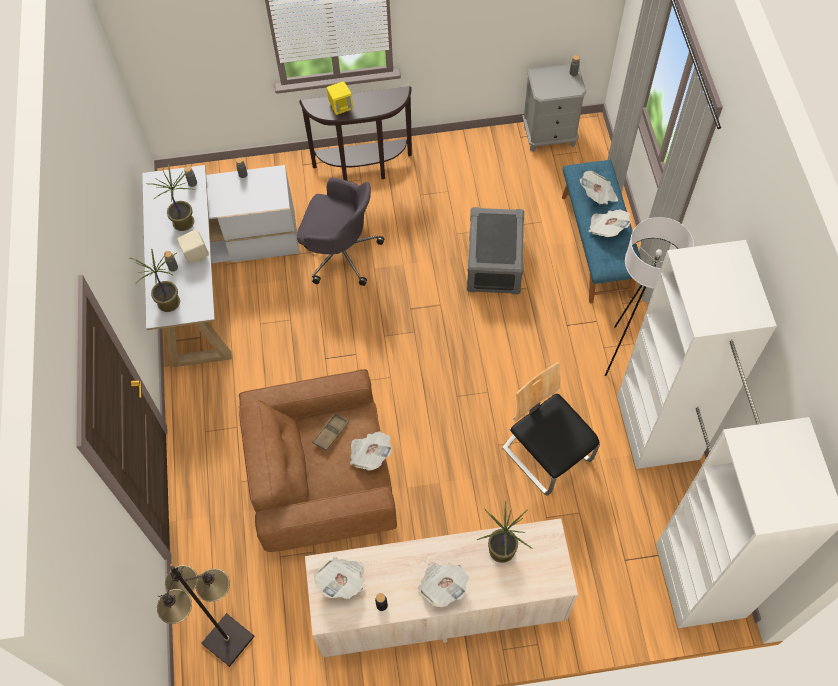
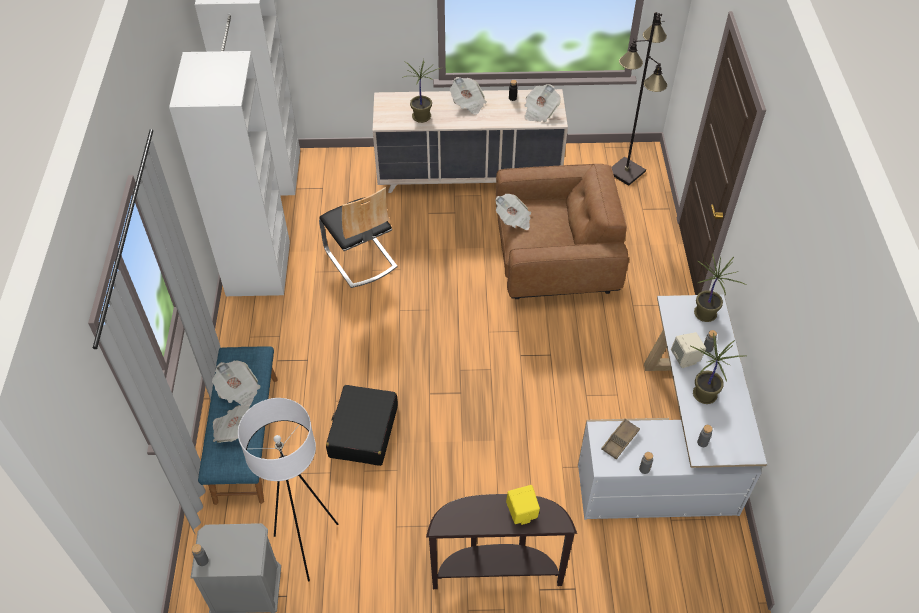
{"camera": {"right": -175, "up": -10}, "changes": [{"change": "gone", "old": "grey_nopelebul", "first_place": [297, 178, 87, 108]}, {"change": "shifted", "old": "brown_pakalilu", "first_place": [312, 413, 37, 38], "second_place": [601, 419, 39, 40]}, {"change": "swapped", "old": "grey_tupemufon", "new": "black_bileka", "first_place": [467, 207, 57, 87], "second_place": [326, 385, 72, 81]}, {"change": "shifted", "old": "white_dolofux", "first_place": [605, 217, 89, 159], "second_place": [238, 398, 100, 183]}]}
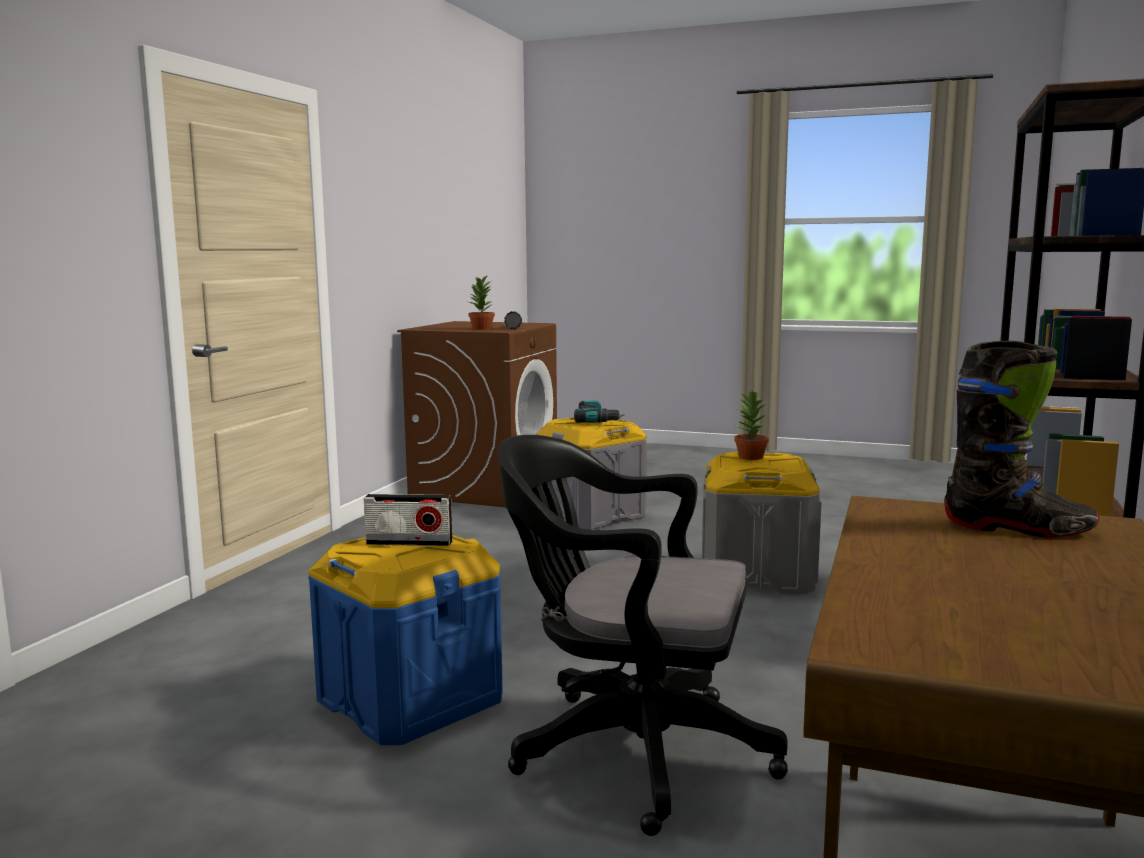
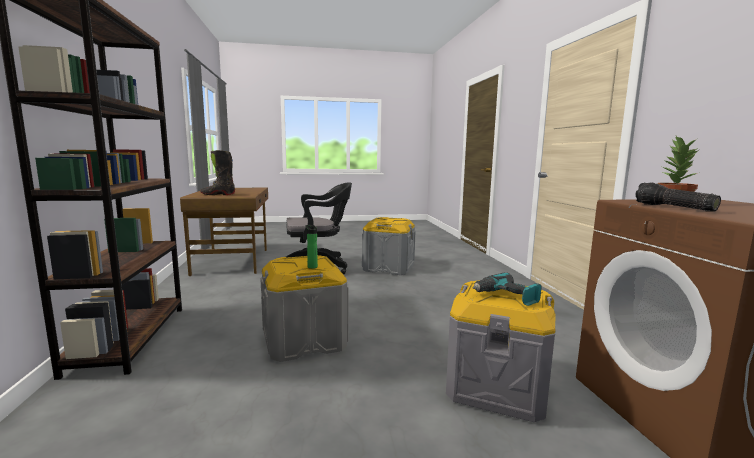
{"camera": {"right": 150, "up": 0}, "changes": [{"change": "repainted", "old": "blue_tupemufon", "new": "grey_tupemufon", "first_place": [308, 535, 195, 210], "second_place": [362, 217, 53, 58]}, {"change": "gone", "old": "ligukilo", "first_place": [364, 494, 88, 52]}, {"change": "swapped", "old": "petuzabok", "new": "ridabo", "first_place": [734, 391, 35, 69], "second_place": [305, 225, 13, 44]}]}
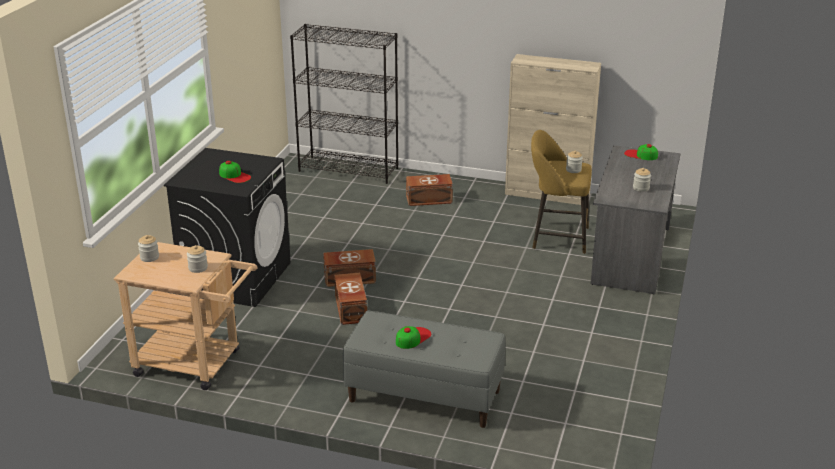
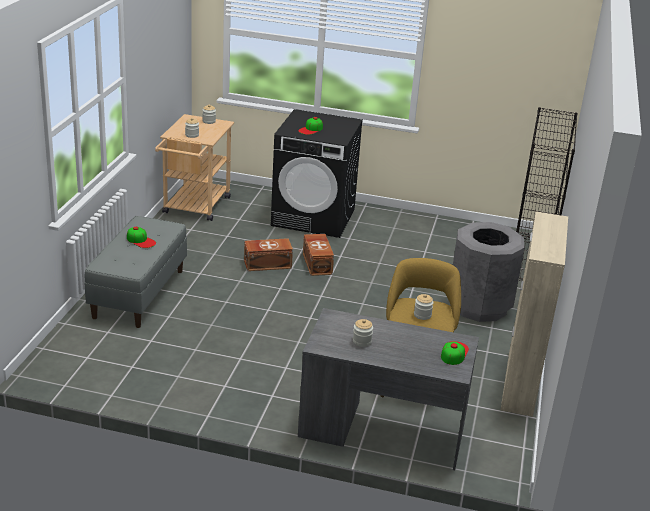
{"camera": {"right": 85, "up": 0}, "changes": [{"change": "swapped", "old": "brown_tupemufon", "new": "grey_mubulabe", "first_place": [406, 174, 47, 32], "second_place": [453, 222, 72, 100]}]}
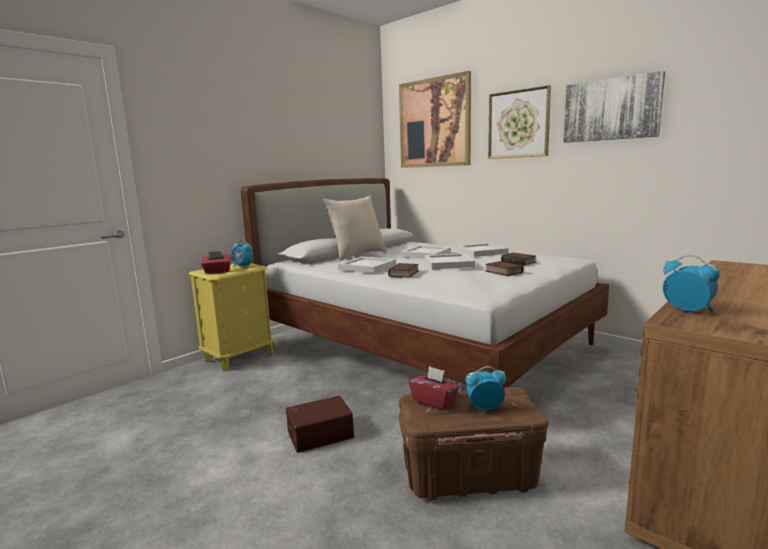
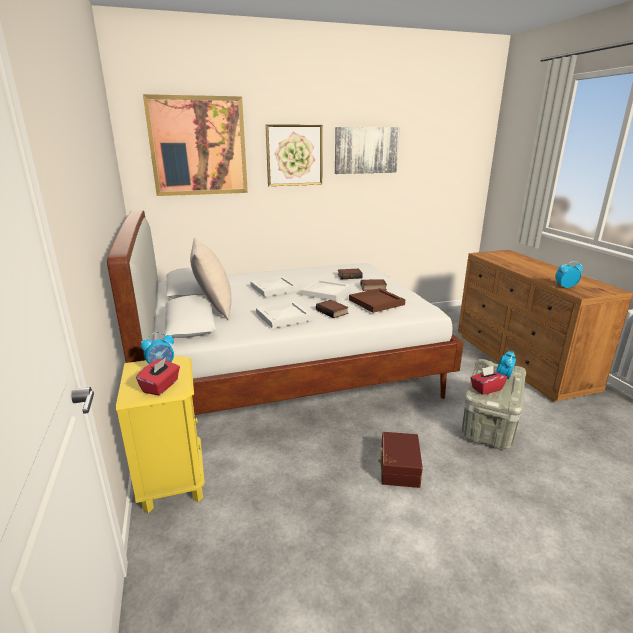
{"camera": {"right": -60, "up": 10}, "changes": [{"change": "repainted", "old": "brown_tupemufon", "new": "grey_tupemufon", "first_place": [399, 387, 149, 113], "second_place": [462, 359, 64, 90]}, {"change": "gone", "old": "white_pakalilu", "first_place": [457, 243, 52, 14]}, {"change": "new", "new": "brown_pakalilu", "second_place": [349, 288, 56, 25]}]}
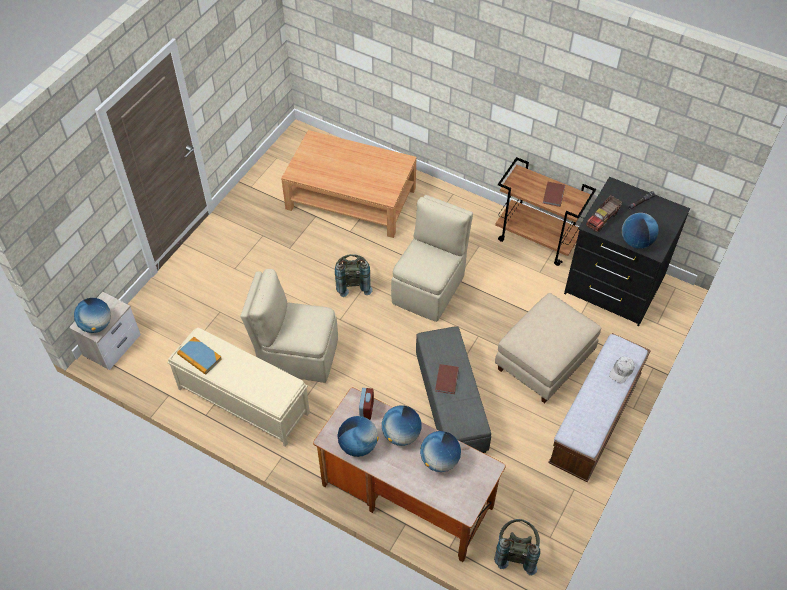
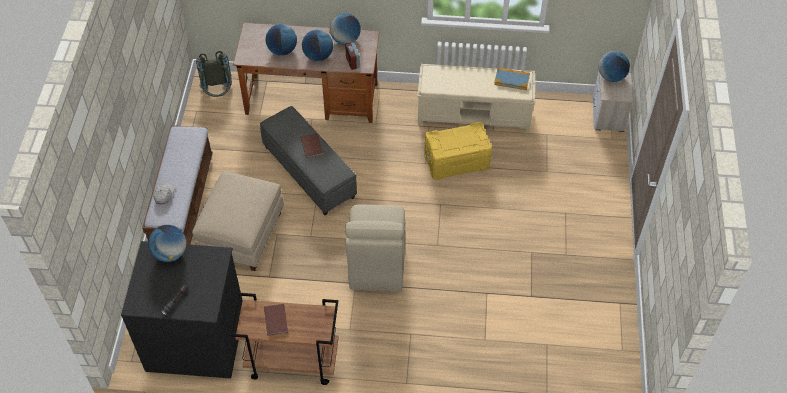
{"camera": {"right": 155, "up": 0}, "changes": [{"change": "swapped", "old": "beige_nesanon", "new": "yellow_tupemufon", "first_place": [240, 269, 98, 114], "second_place": [424, 122, 68, 58]}, {"change": "gone", "old": "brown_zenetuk", "first_place": [281, 130, 136, 108]}, {"change": "gone", "old": "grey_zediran", "first_place": [335, 254, 38, 43]}, {"change": "gone", "old": "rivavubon", "first_place": [586, 195, 36, 37]}]}
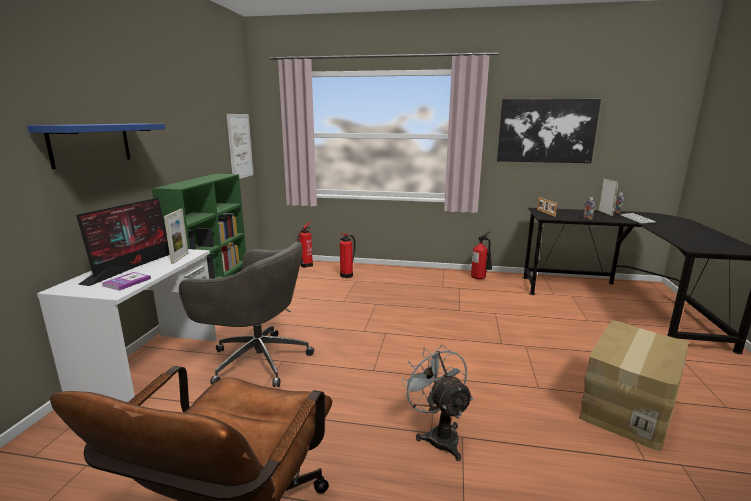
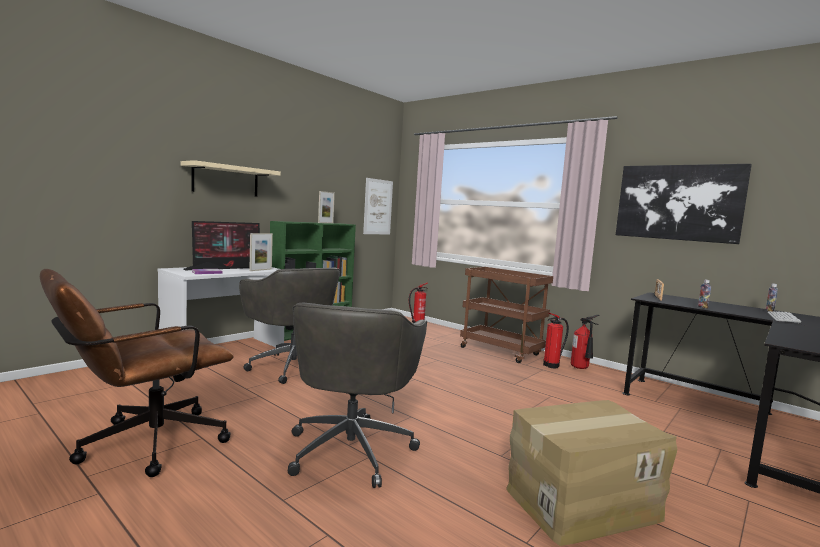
{"camera": {"right": 30, "up": -10}, "changes": [{"change": "repainted", "old": "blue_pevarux", "new": "beige_pevarux", "first_place": [27, 124, 138, 45], "second_place": [181, 160, 100, 37]}, {"change": "shifted", "old": "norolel", "first_place": [340, 233, 16, 45], "second_place": [543, 313, 26, 55]}, {"change": "swapped", "old": "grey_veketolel", "new": "grey_nopelebul", "first_place": [401, 344, 72, 117], "second_place": [288, 302, 139, 186]}, {"change": "shifted", "old": "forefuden", "first_place": [598, 179, 21, 37], "second_place": [318, 191, 17, 32]}, {"change": "new", "new": "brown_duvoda", "second_place": [460, 267, 93, 96]}]}
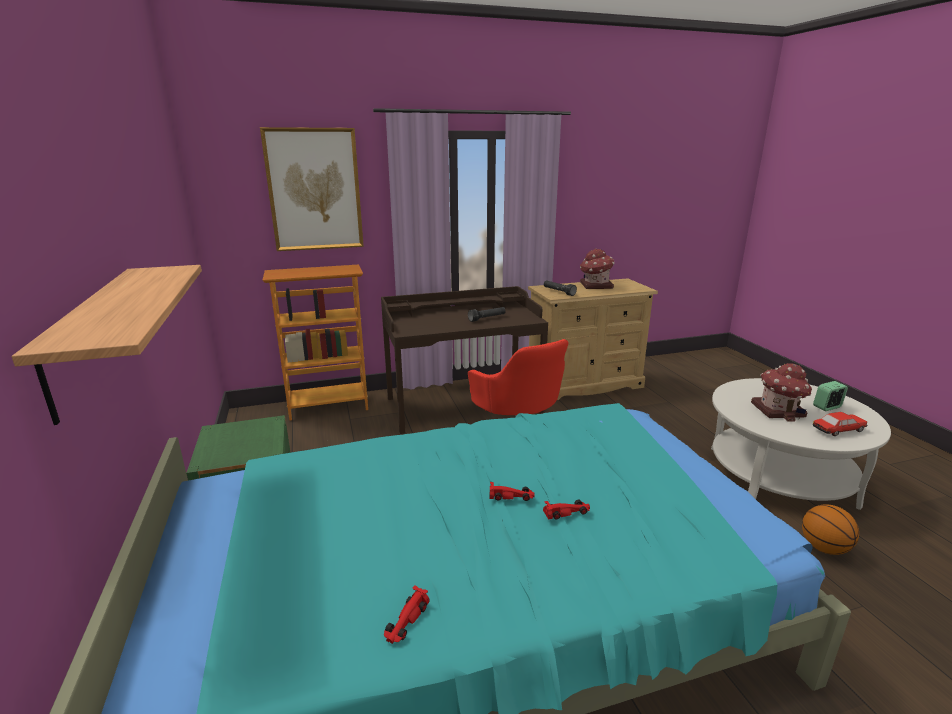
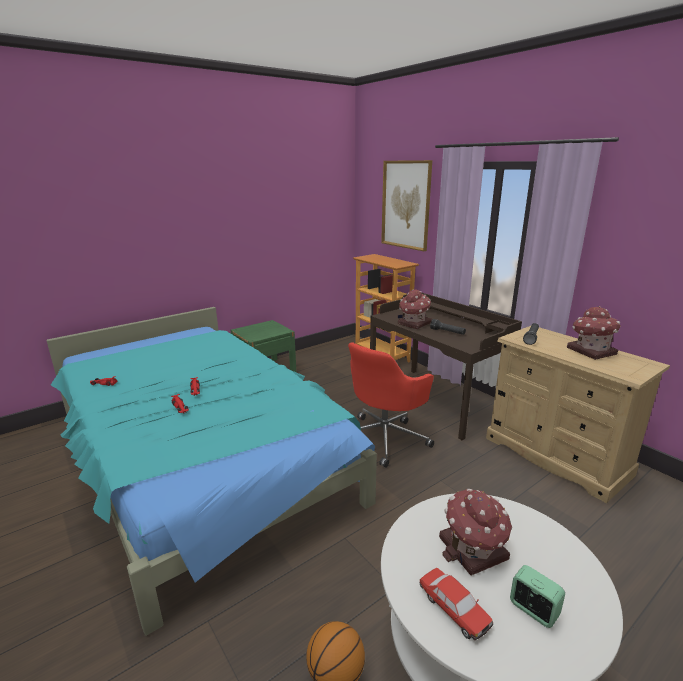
{"camera": {"right": 70, "up": 0}, "changes": [{"change": "gone", "old": "pevarux", "first_place": [12, 265, 190, 160]}, {"change": "new", "new": "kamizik", "second_place": [398, 289, 34, 40]}]}
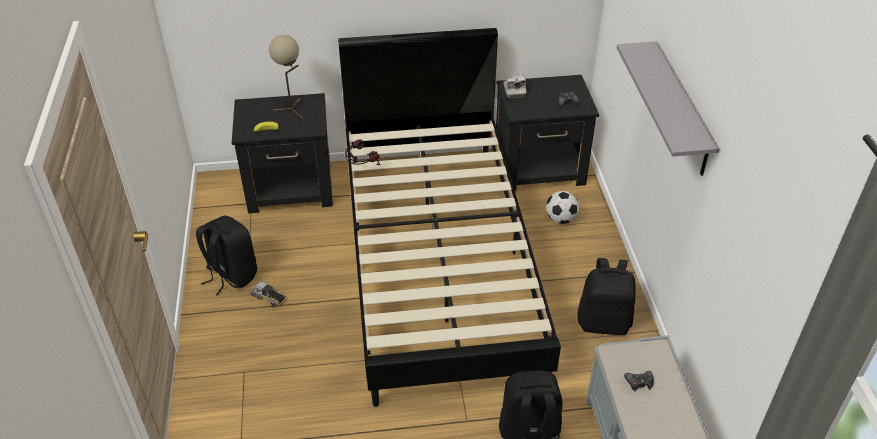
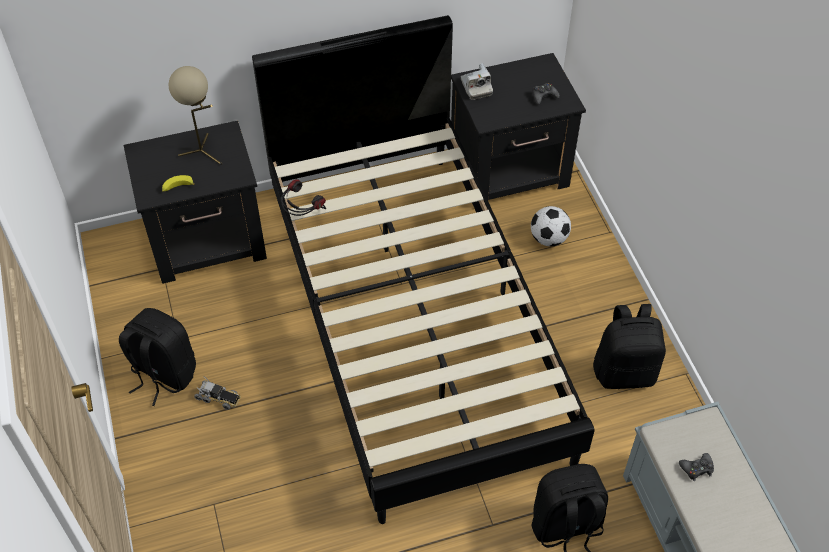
{"camera": {"right": -10, "up": 10}, "changes": [{"change": "gone", "old": "grey_pevarux", "first_place": [617, 41, 102, 135]}]}
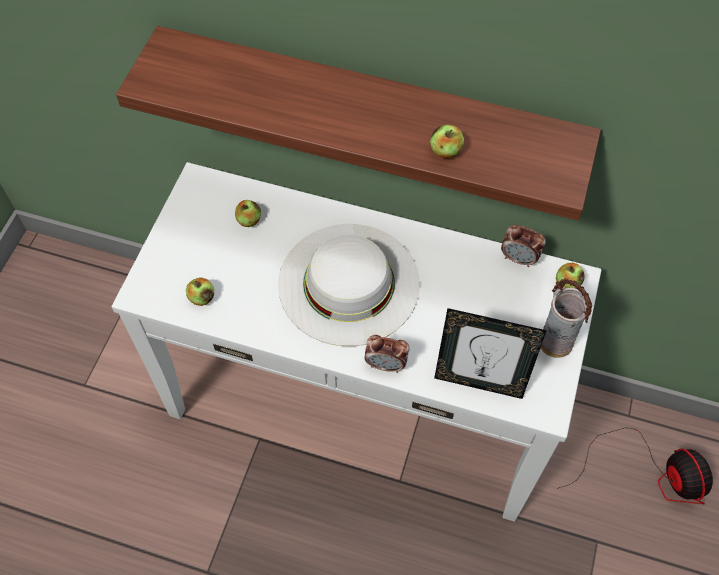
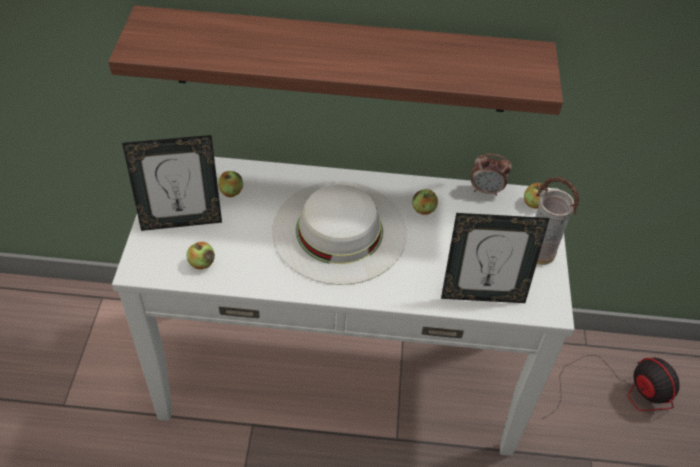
{"camera": {"right": -15, "up": -10}, "changes": [{"change": "gone", "old": "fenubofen", "first_place": [365, 335, 44, 38]}, {"change": "shifted", "old": "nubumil", "first_place": [430, 125, 34, 33], "second_place": [412, 189, 26, 26]}, {"change": "new", "new": "forefuden", "second_place": [122, 135, 100, 96]}]}
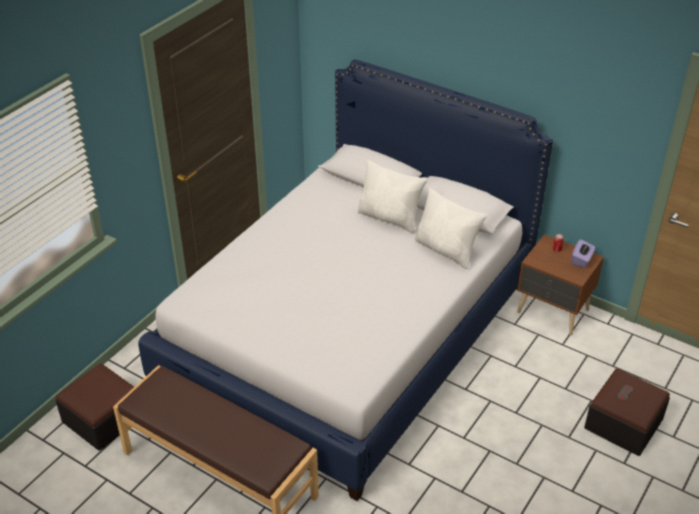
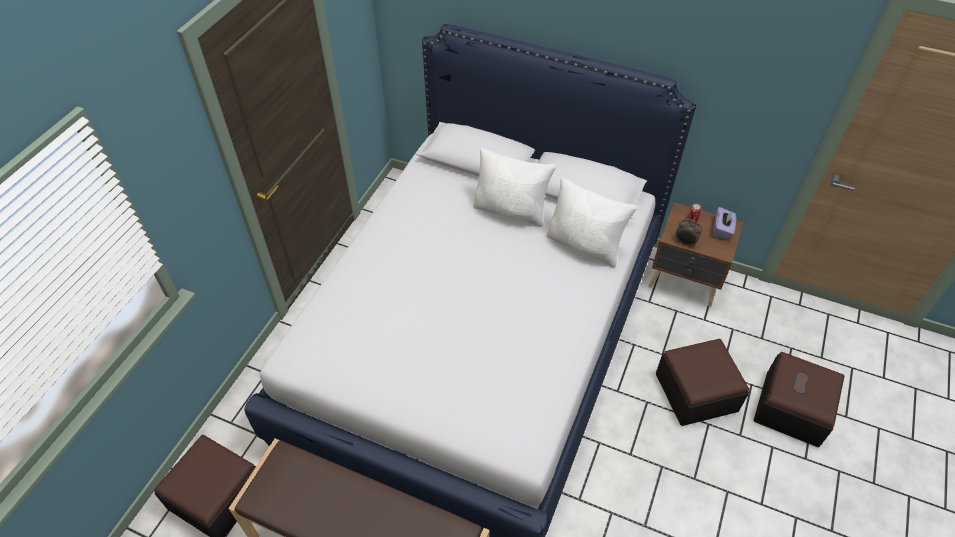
{"camera": {"right": -10, "up": 10}, "changes": [{"change": "new", "new": "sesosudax", "second_place": [656, 339, 93, 87]}, {"change": "new", "new": "fenubofen", "second_place": [675, 219, 27, 28]}]}
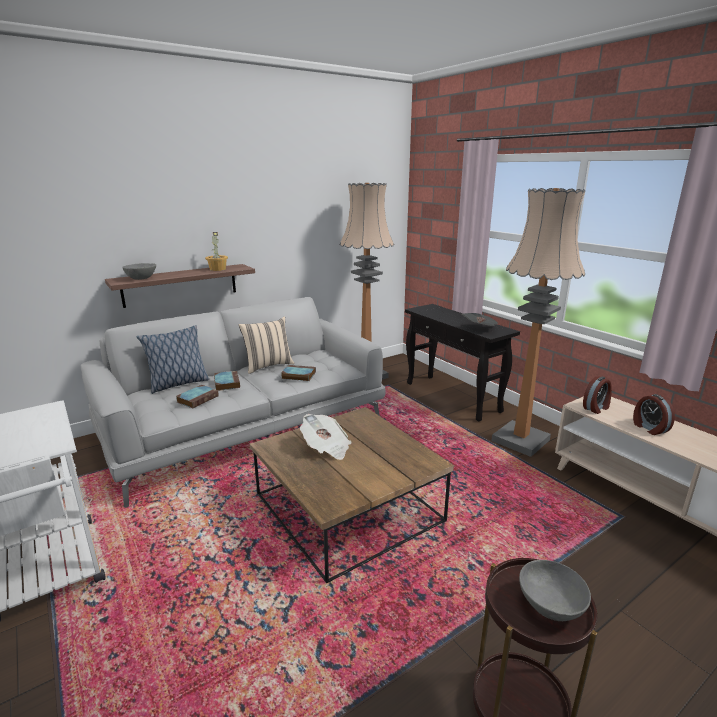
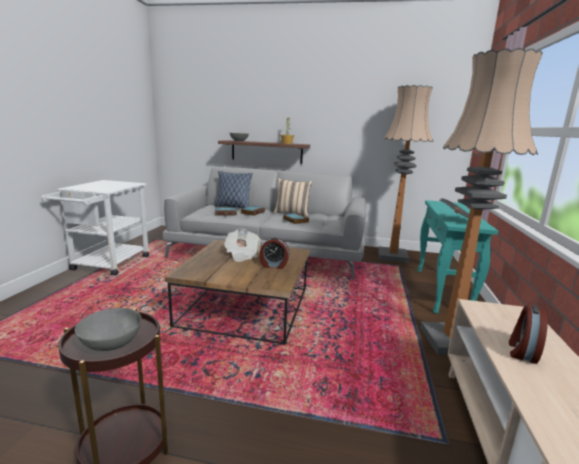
{"camera": {"right": 45, "up": -5}, "changes": [{"change": "repainted", "old": "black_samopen", "new": "turquoise_samopen", "first_place": [405, 304, 115, 118], "second_place": [418, 200, 80, 114]}, {"change": "shifted", "old": "fenubofen", "first_place": [583, 376, 29, 38], "second_place": [259, 238, 30, 31]}]}
